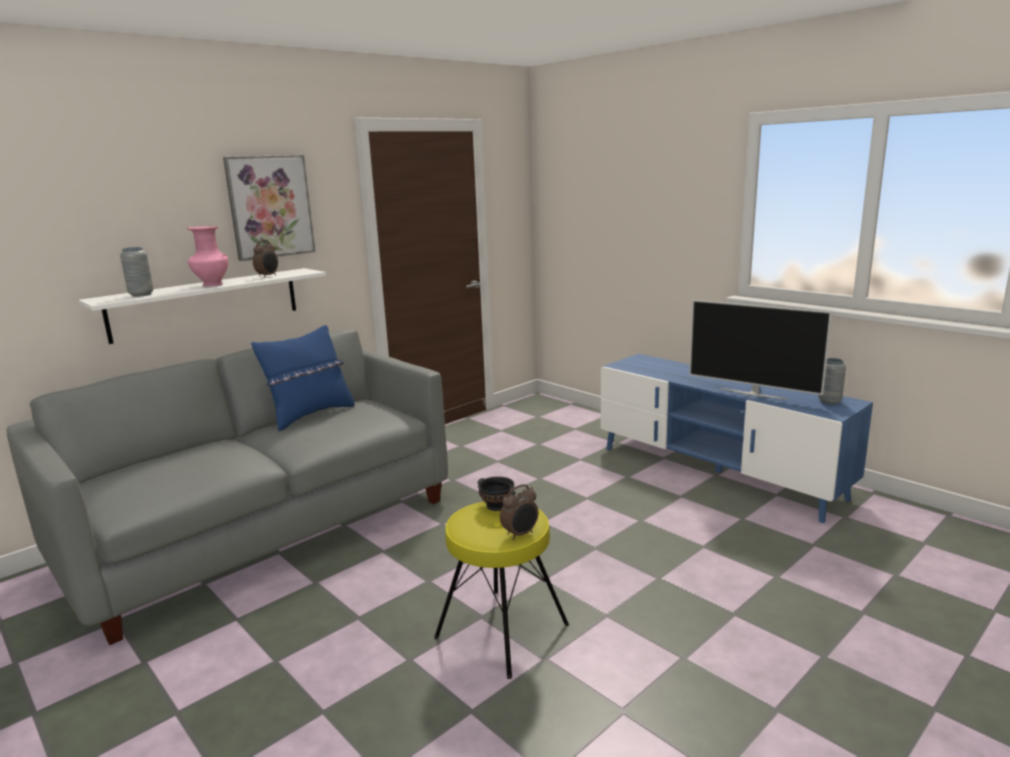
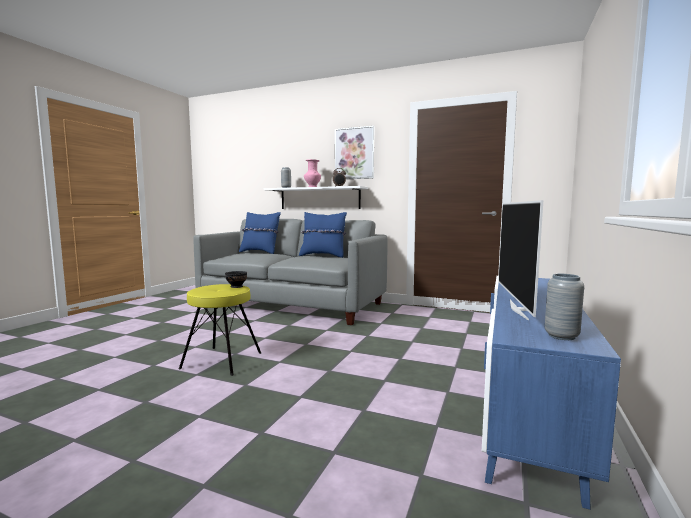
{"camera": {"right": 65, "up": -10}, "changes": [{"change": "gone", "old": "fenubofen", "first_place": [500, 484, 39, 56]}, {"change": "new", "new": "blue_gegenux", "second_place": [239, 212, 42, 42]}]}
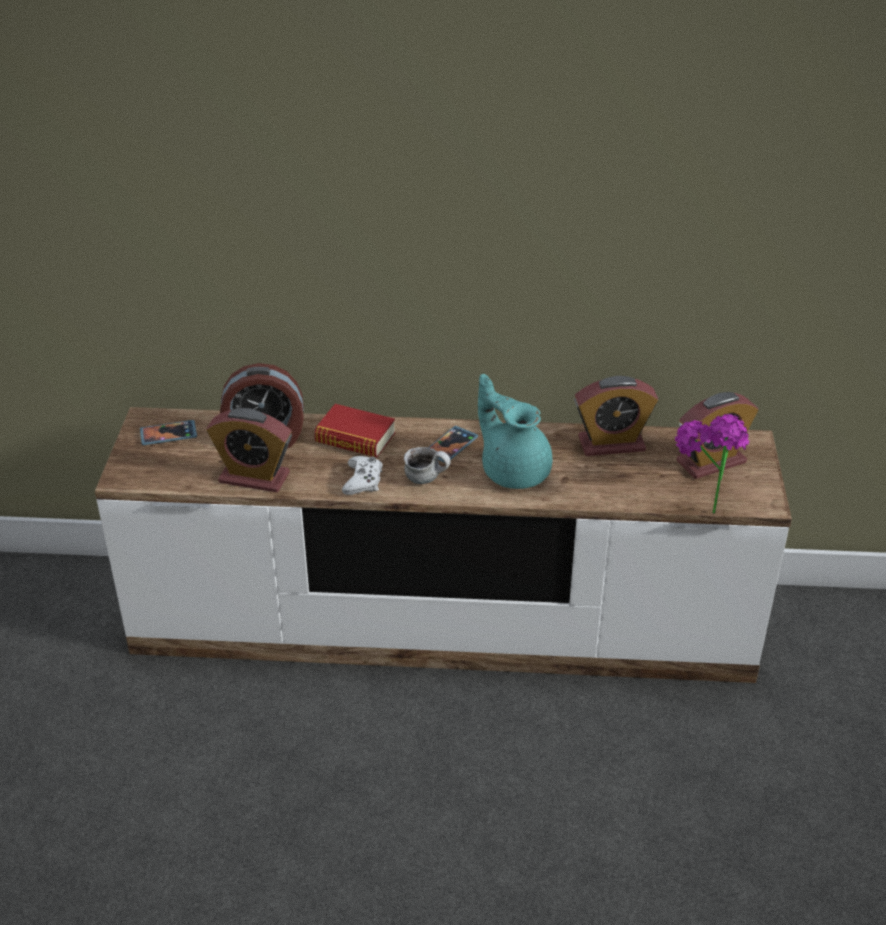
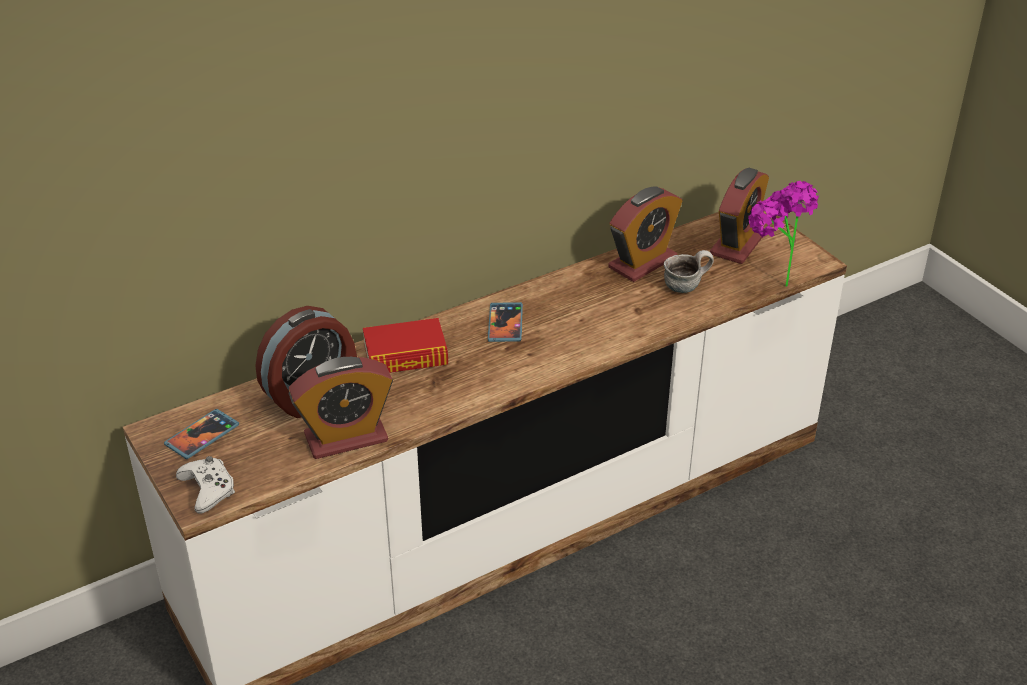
{"camera": {"right": -35, "up": 0}, "changes": [{"change": "shifted", "old": "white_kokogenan", "first_place": [342, 456, 40, 39], "second_place": [176, 456, 59, 58]}, {"change": "shifted", "old": "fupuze", "first_place": [404, 447, 47, 37], "second_place": [664, 250, 50, 43]}, {"change": "gone", "old": "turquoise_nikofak", "first_place": [478, 374, 74, 115]}]}
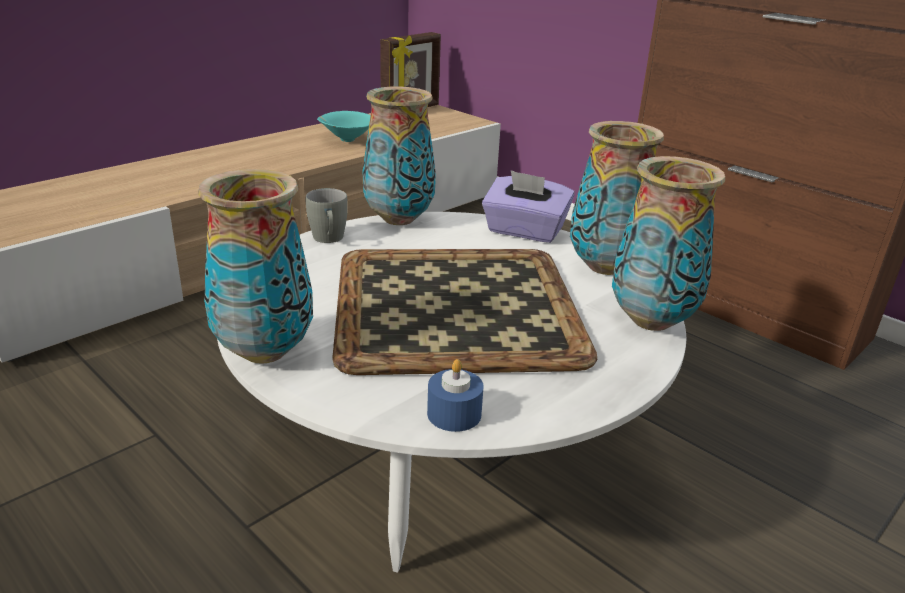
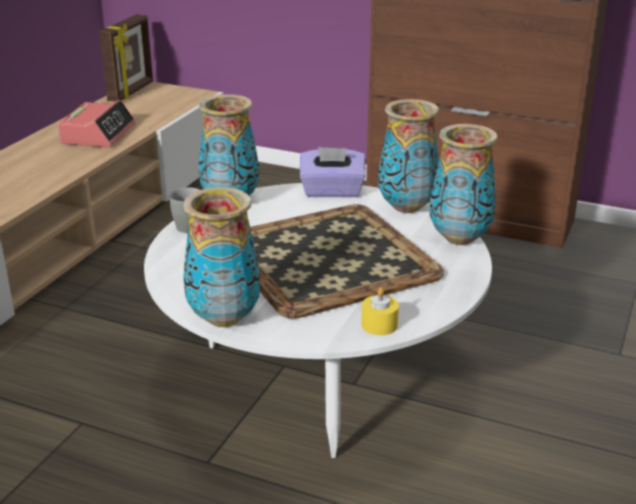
{"camera": {"right": -20, "up": 0}, "changes": [{"change": "swapped", "old": "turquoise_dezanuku", "new": "fenubofen", "first_place": [317, 111, 54, 31], "second_place": [58, 100, 77, 47]}, {"change": "repainted", "old": "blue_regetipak", "new": "yellow_regetipak", "first_place": [427, 359, 57, 73], "second_place": [361, 287, 38, 48]}]}
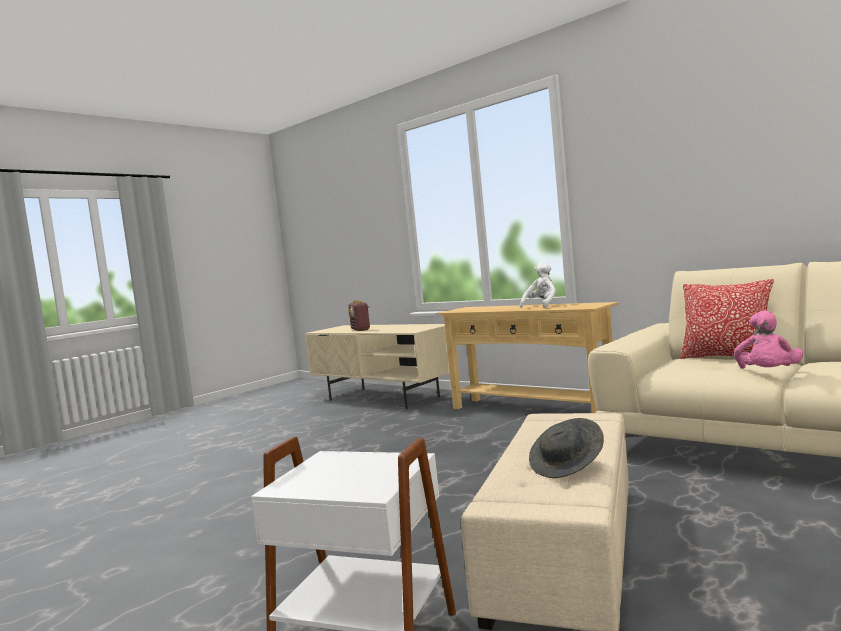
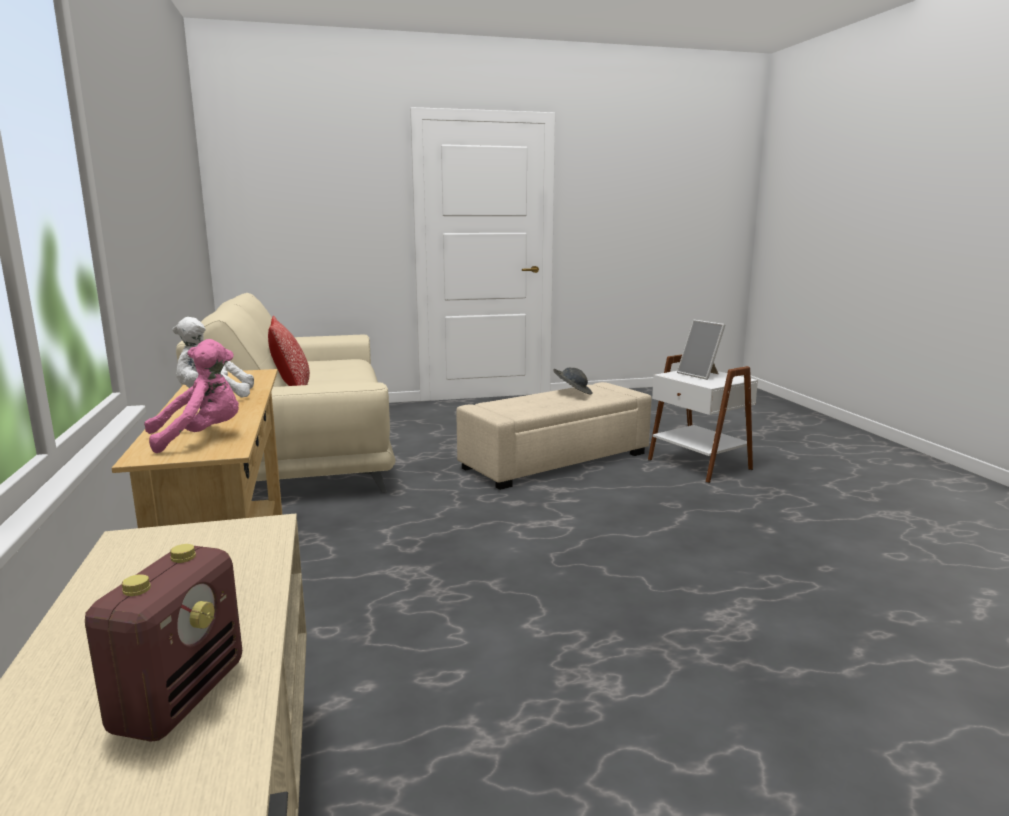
{"camera": {"right": -145, "up": 10}, "changes": [{"change": "shifted", "old": "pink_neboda", "first_place": [734, 310, 69, 59], "second_place": [144, 339, 95, 114]}, {"change": "new", "new": "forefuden", "second_place": [677, 320, 48, 60]}]}
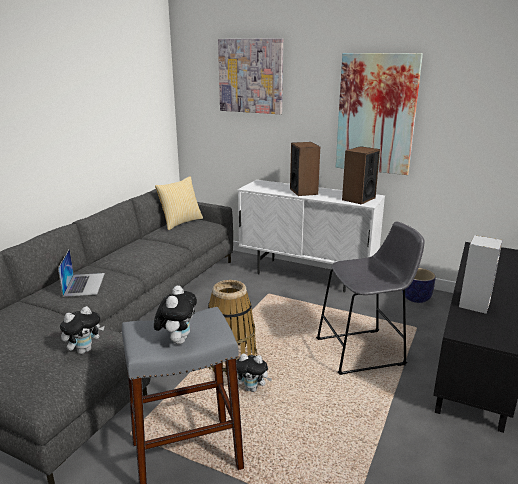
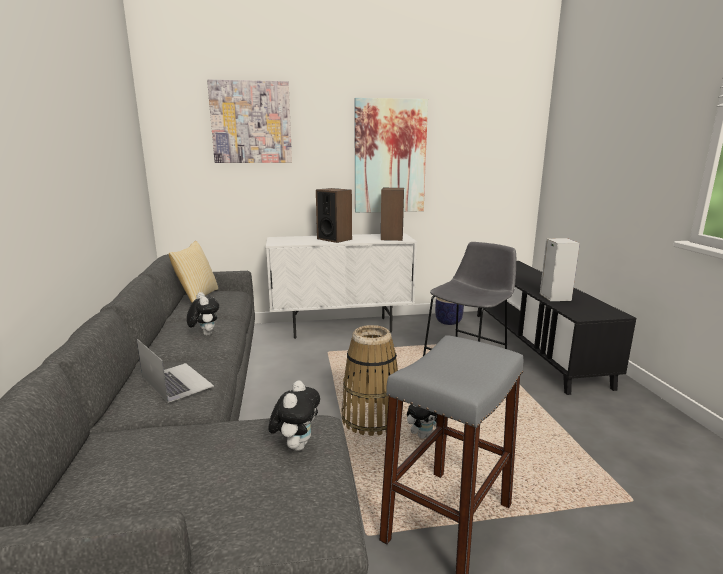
{"camera": {"right": -35, "up": -5}, "changes": [{"change": "shifted", "old": "neboda", "first_place": [154, 285, 43, 59], "second_place": [187, 292, 33, 44]}]}
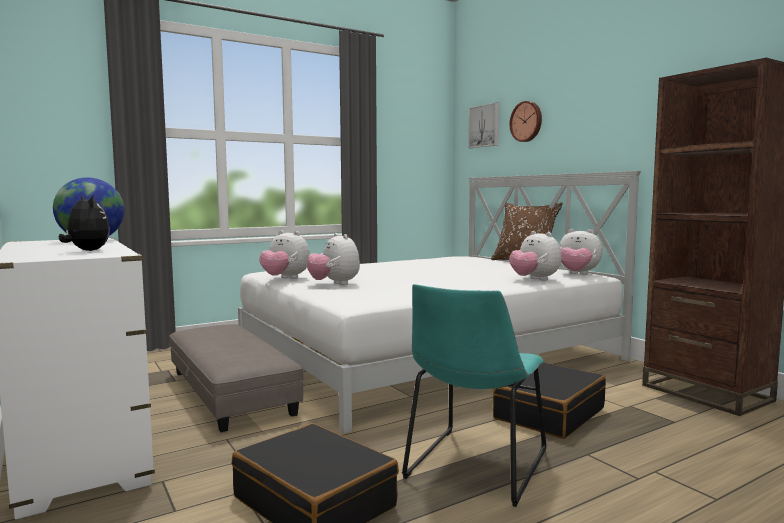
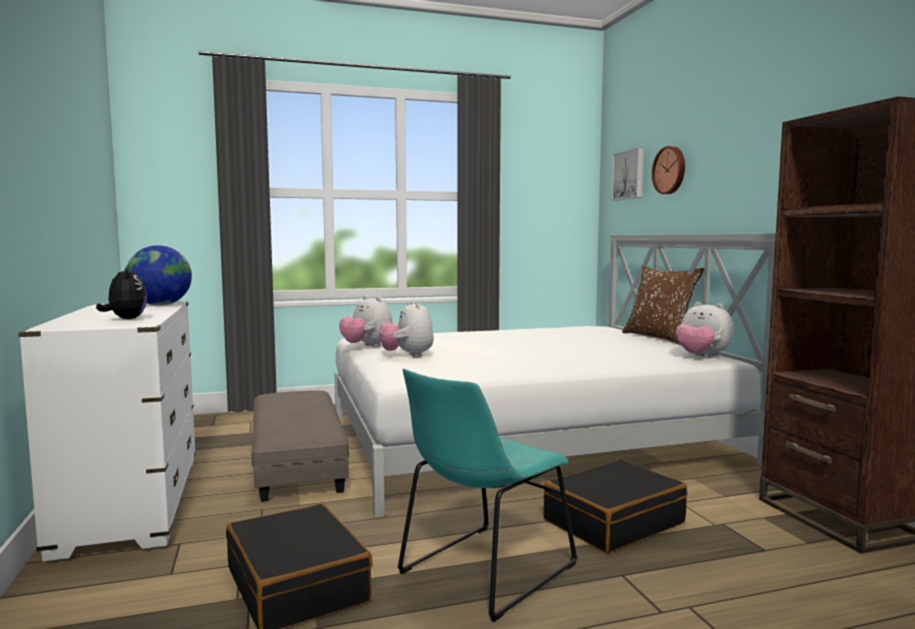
{"camera": {"right": 15, "up": 0}, "changes": [{"change": "gone", "old": "neboda", "first_place": [509, 231, 52, 50]}]}
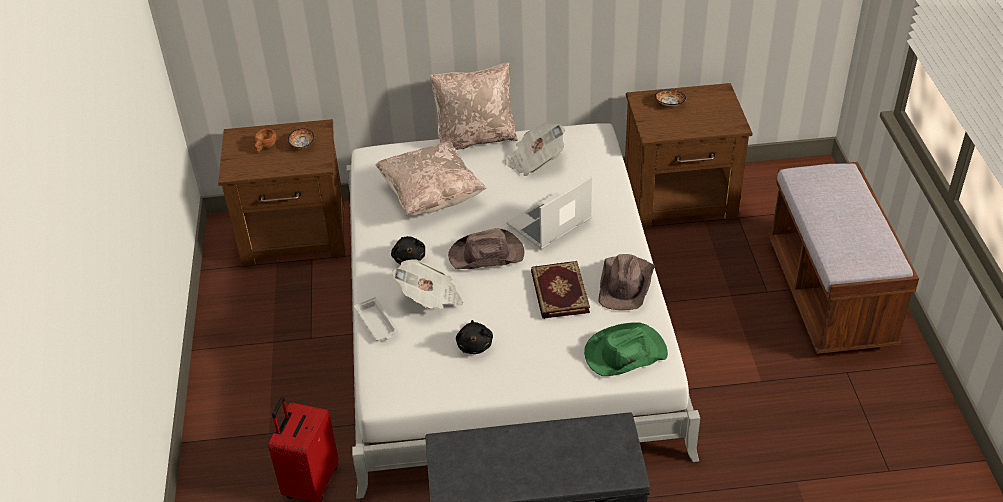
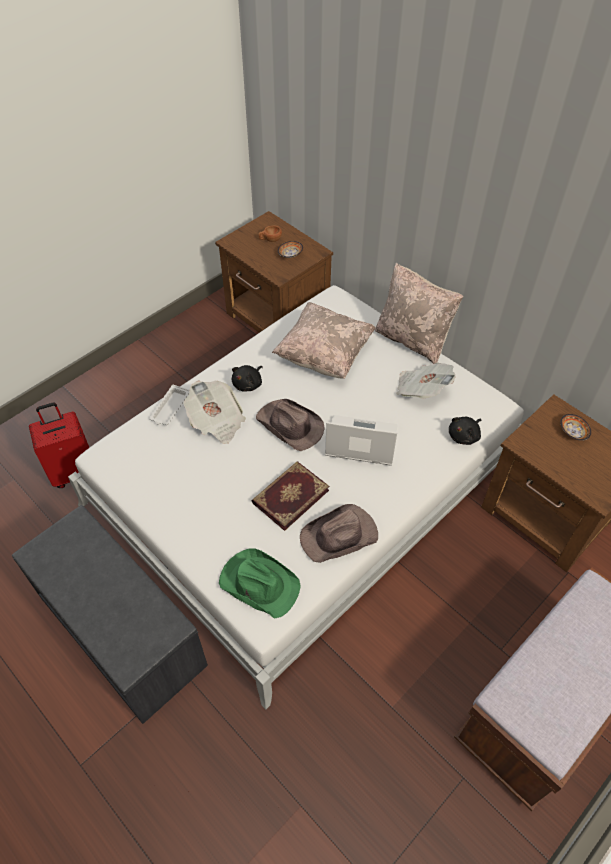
{"camera": {"right": 50, "up": 10}, "changes": [{"change": "shifted", "old": "black_neboda", "first_place": [456, 320, 37, 34], "second_place": [449, 417, 33, 28]}]}
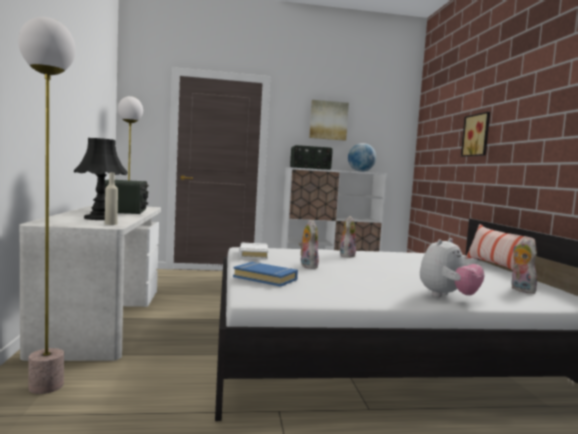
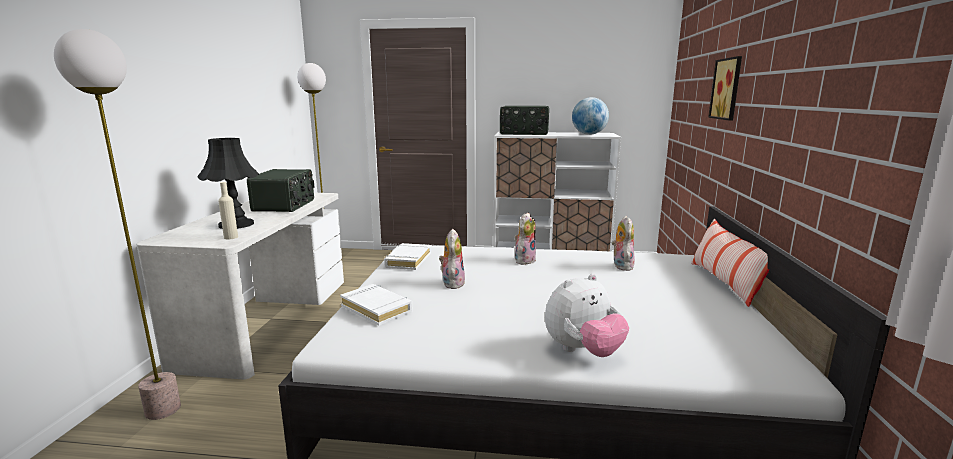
{"camera": {"right": 15, "up": 10}, "changes": [{"change": "repainted", "old": "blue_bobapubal", "new": "white_bobapubal", "first_place": [233, 262, 65, 25], "second_place": [340, 284, 73, 42]}, {"change": "gone", "old": "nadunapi", "first_place": [309, 100, 40, 41]}, {"change": "shifted", "old": "neboda", "first_place": [511, 238, 26, 56], "second_place": [612, 216, 23, 55]}]}
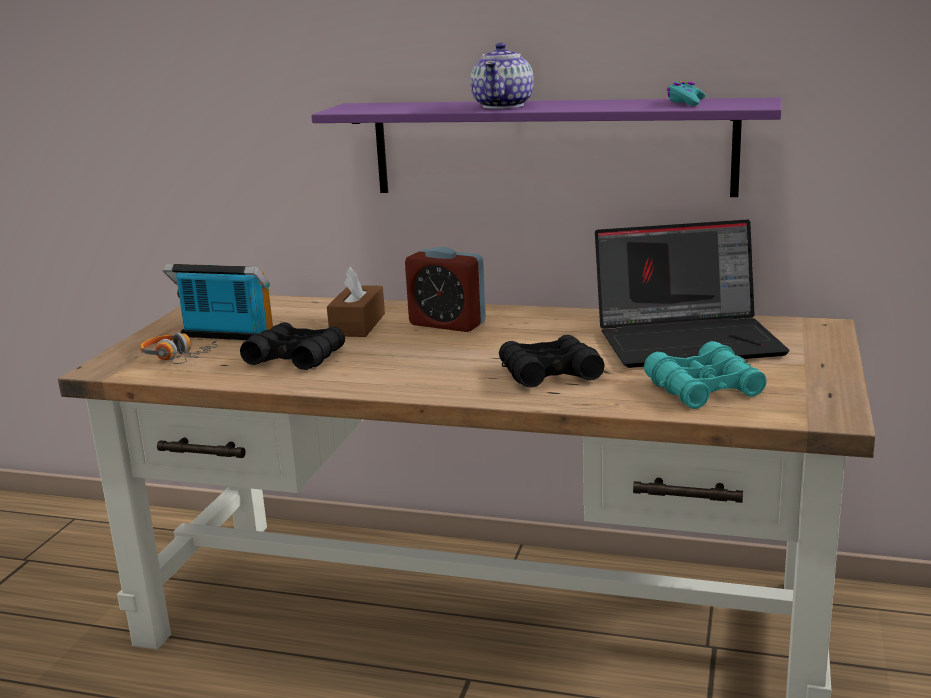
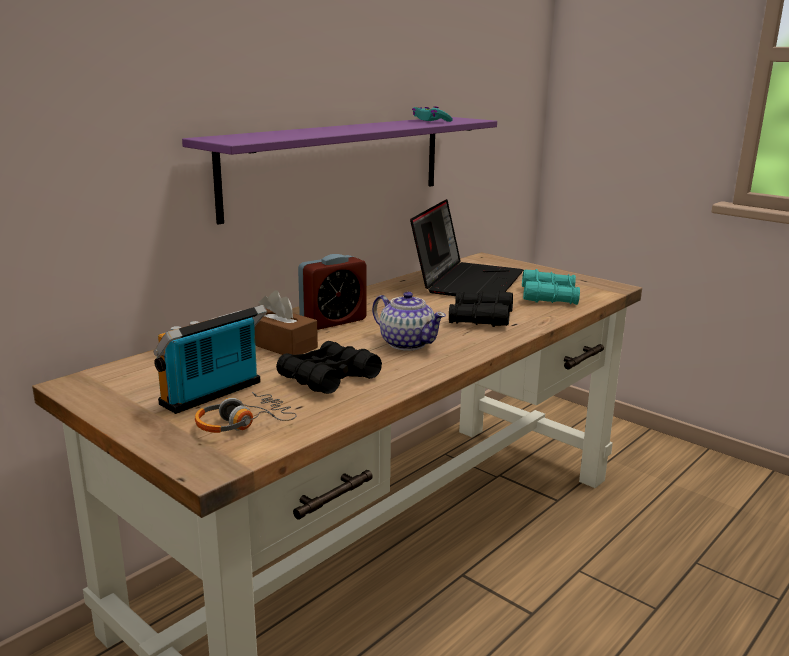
{"camera": {"right": -65, "up": 0}, "changes": [{"change": "shifted", "old": "nikofak", "first_place": [470, 42, 64, 67], "second_place": [372, 292, 74, 59]}]}
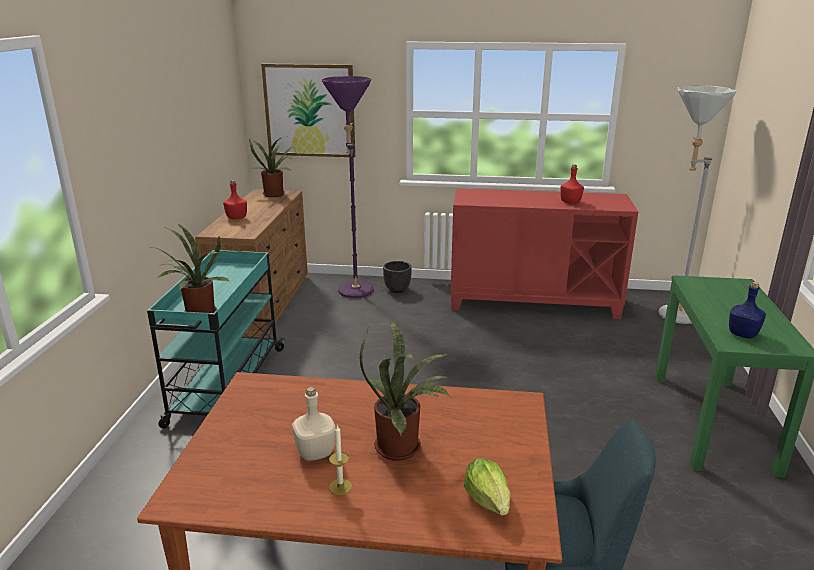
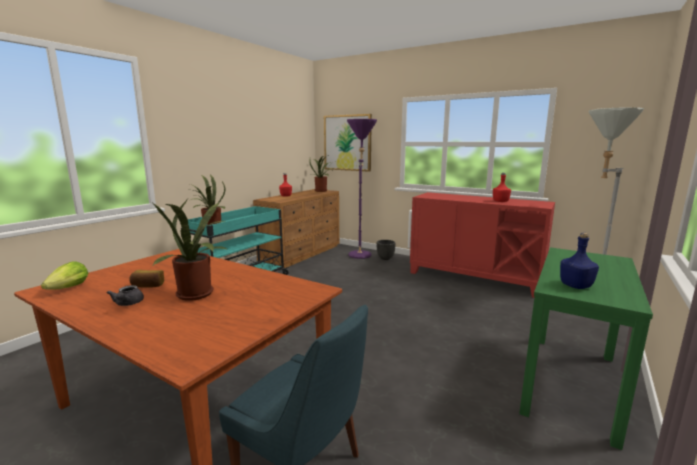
{"camera": {"right": 25, "up": -10}, "changes": [{"change": "swapped", "old": "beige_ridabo", "new": "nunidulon", "first_place": [292, 387, 43, 74], "second_place": [129, 270, 35, 18]}, {"change": "swapped", "old": "regetipak", "new": "grey_nikofak", "first_place": [329, 425, 23, 70], "second_place": [107, 285, 37, 21]}, {"change": "shifted", "old": "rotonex", "first_place": [464, 459, 47, 57], "second_place": [41, 261, 47, 28]}]}
